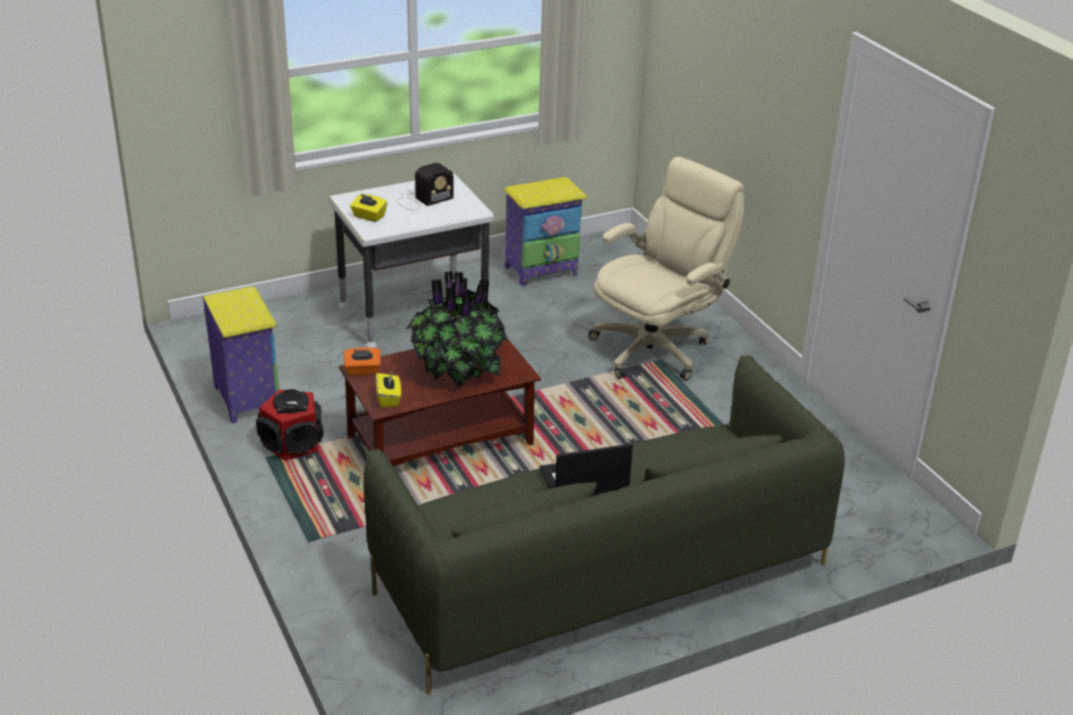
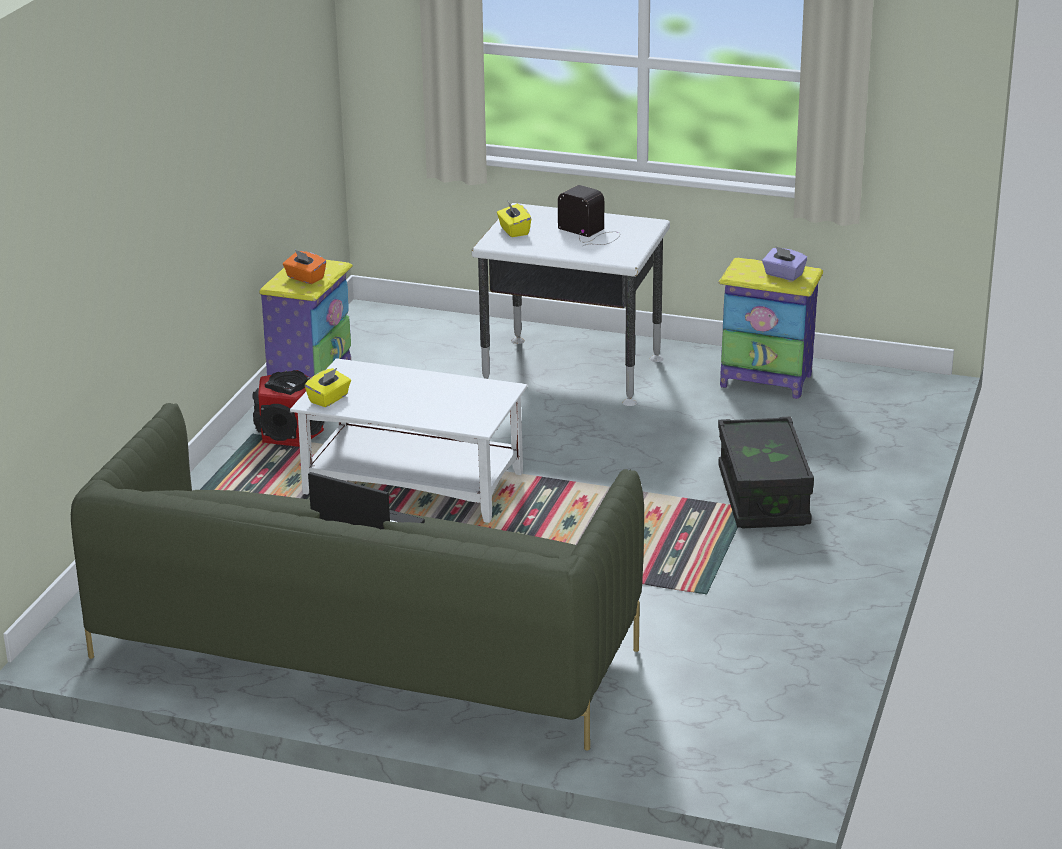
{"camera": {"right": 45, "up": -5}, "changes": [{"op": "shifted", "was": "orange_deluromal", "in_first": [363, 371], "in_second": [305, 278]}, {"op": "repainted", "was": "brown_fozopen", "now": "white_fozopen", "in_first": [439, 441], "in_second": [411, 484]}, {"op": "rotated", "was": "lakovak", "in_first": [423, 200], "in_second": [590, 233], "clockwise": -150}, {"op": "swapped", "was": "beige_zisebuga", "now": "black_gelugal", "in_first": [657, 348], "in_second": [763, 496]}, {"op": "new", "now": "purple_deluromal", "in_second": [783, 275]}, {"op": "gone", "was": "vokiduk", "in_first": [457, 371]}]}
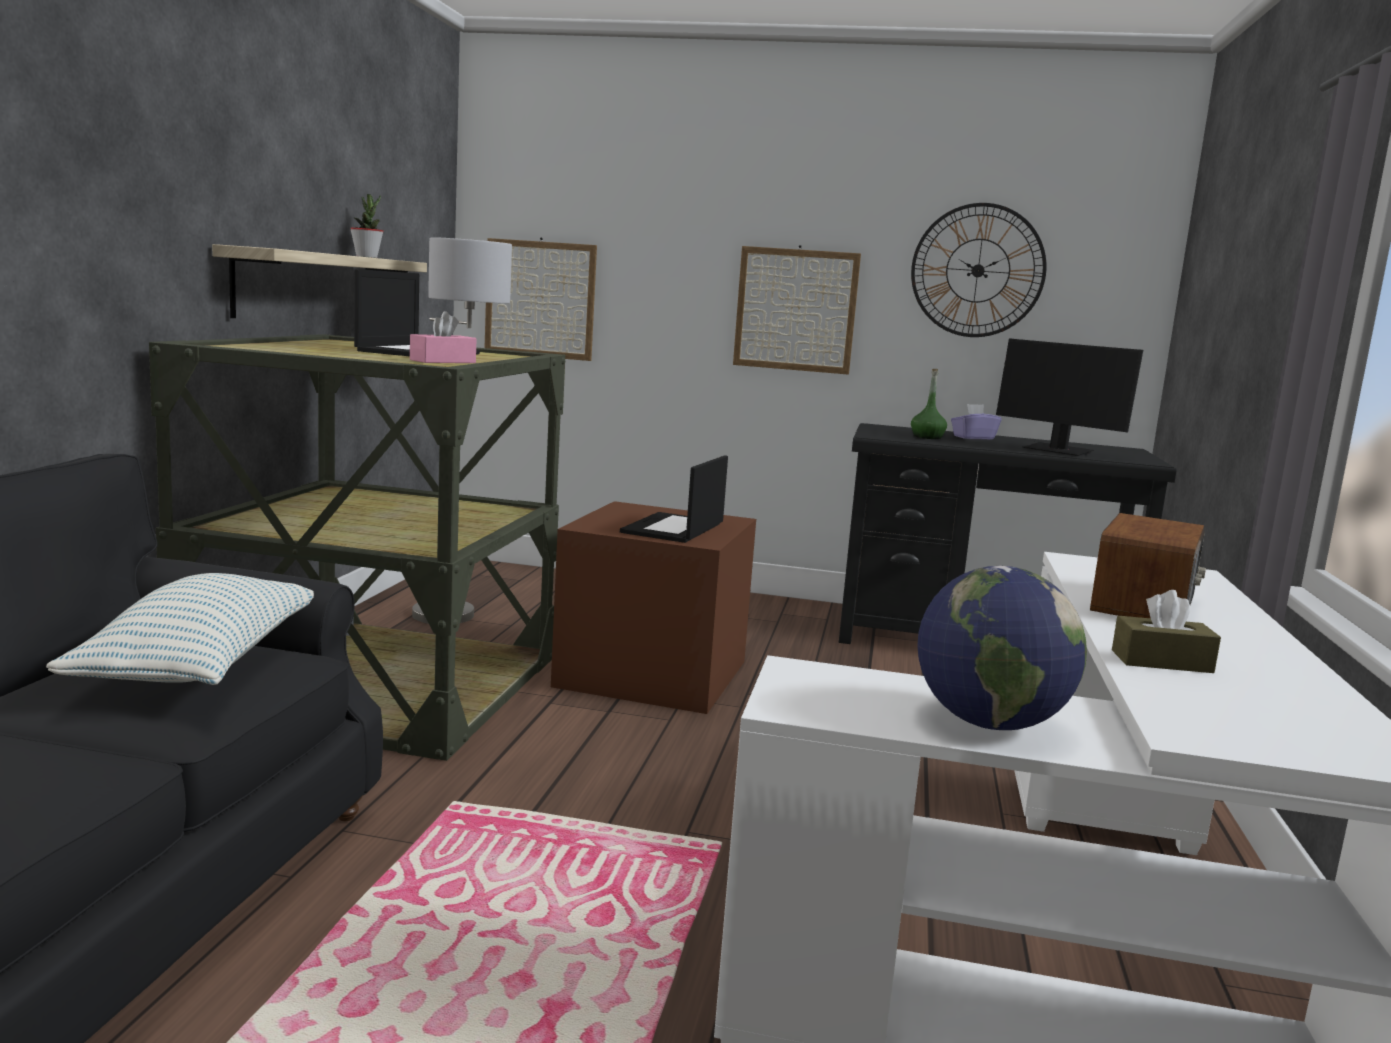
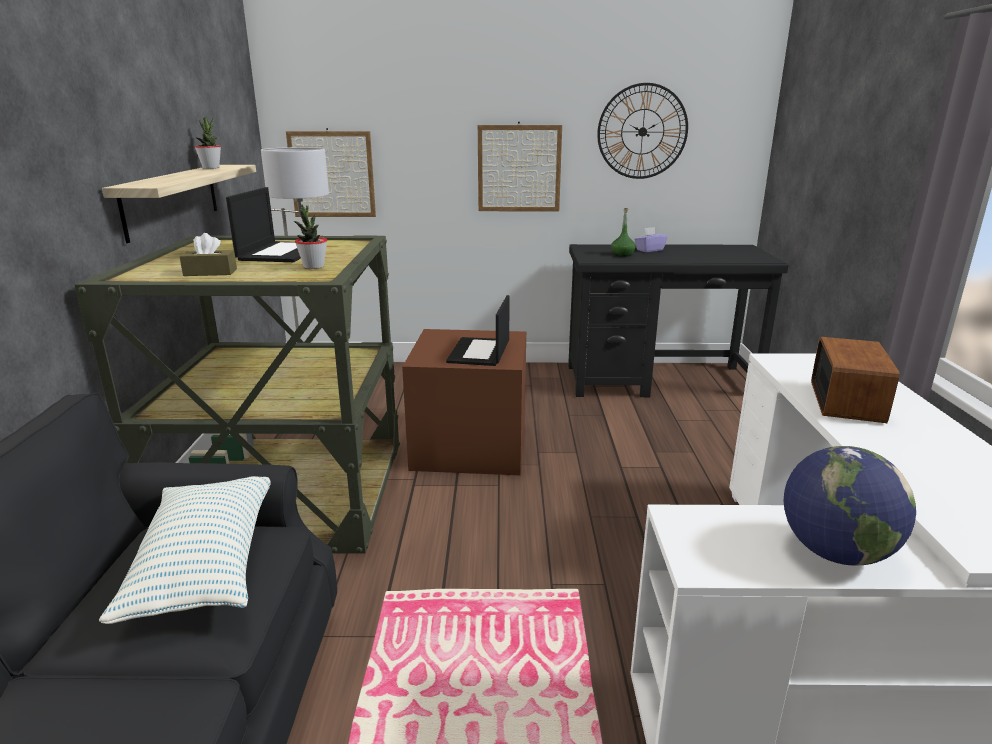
{"camera": {"right": -10, "up": 10}, "changes": [{"op": "shifted", "was": "brown_deluromal", "in_first": [1161, 661], "in_second": [210, 272]}, {"op": "swapped", "was": "pink_deluromal", "now": "vokiduk", "in_first": [443, 361], "in_second": [313, 266]}, {"op": "gone", "was": "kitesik", "in_first": [1058, 451]}]}
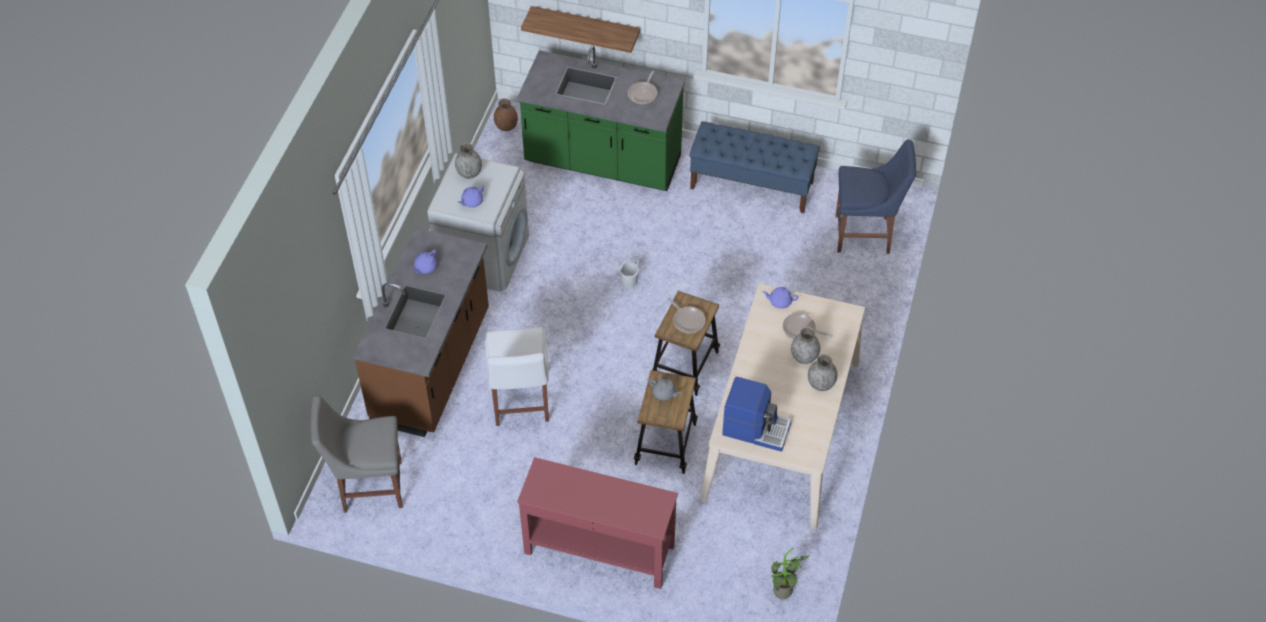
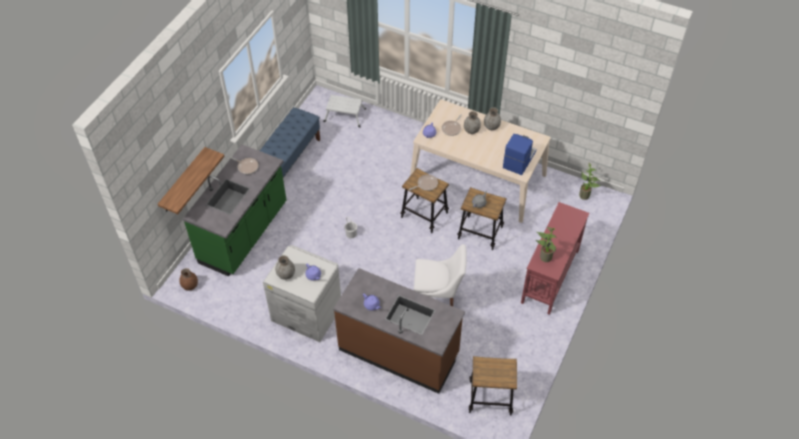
{"camera": {"right": -80, "up": 0}, "changes": [{"op": "swapped", "was": "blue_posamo", "now": "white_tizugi", "in_first": [866, 234], "in_second": [345, 115]}, {"op": "swapped", "was": "grey_posamo", "now": "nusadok", "in_first": [368, 486], "in_second": [490, 398]}, {"op": "new", "now": "vokiduk", "in_second": [543, 257]}]}
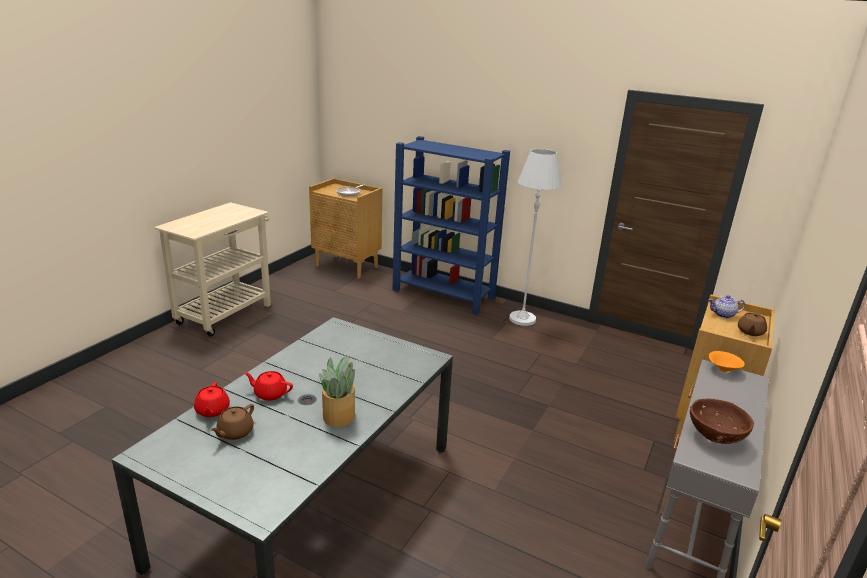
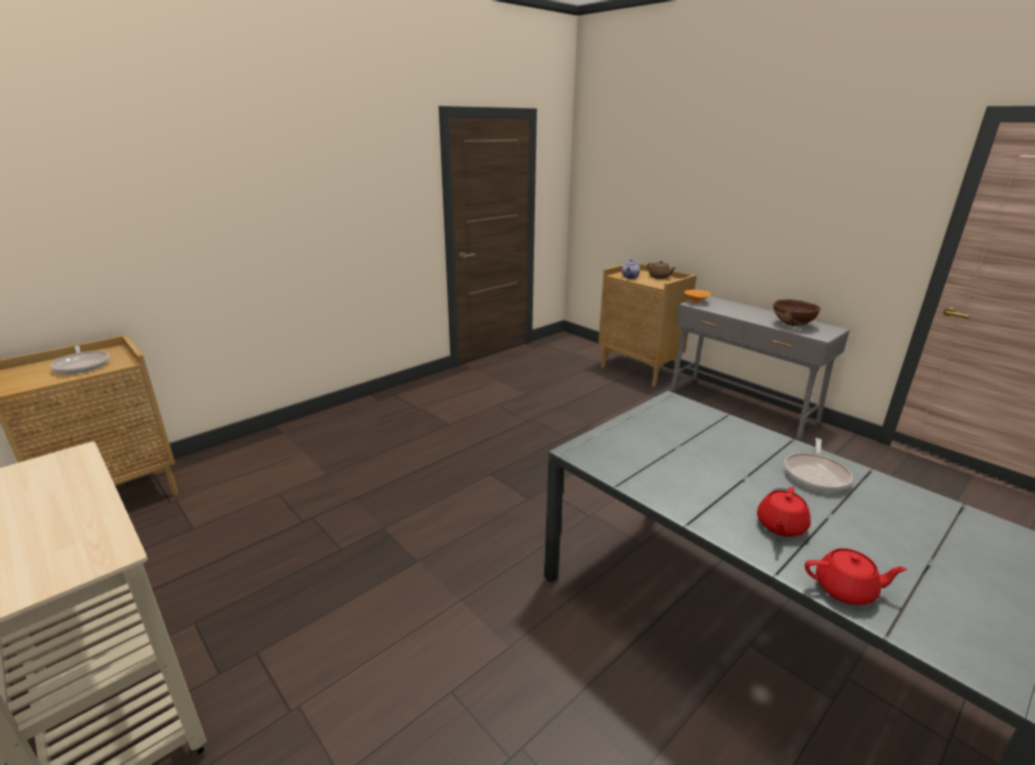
{"camera": {"right": -70, "up": 0}, "changes": [{"op": "swapped", "was": "vokiduk", "now": "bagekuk", "in_first": [339, 415], "in_second": [816, 474]}, {"op": "gone", "was": "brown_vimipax", "in_first": [234, 432]}, {"op": "gone", "was": "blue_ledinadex", "in_first": [443, 294]}, {"op": "gone", "was": "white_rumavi", "in_first": [522, 319]}]}
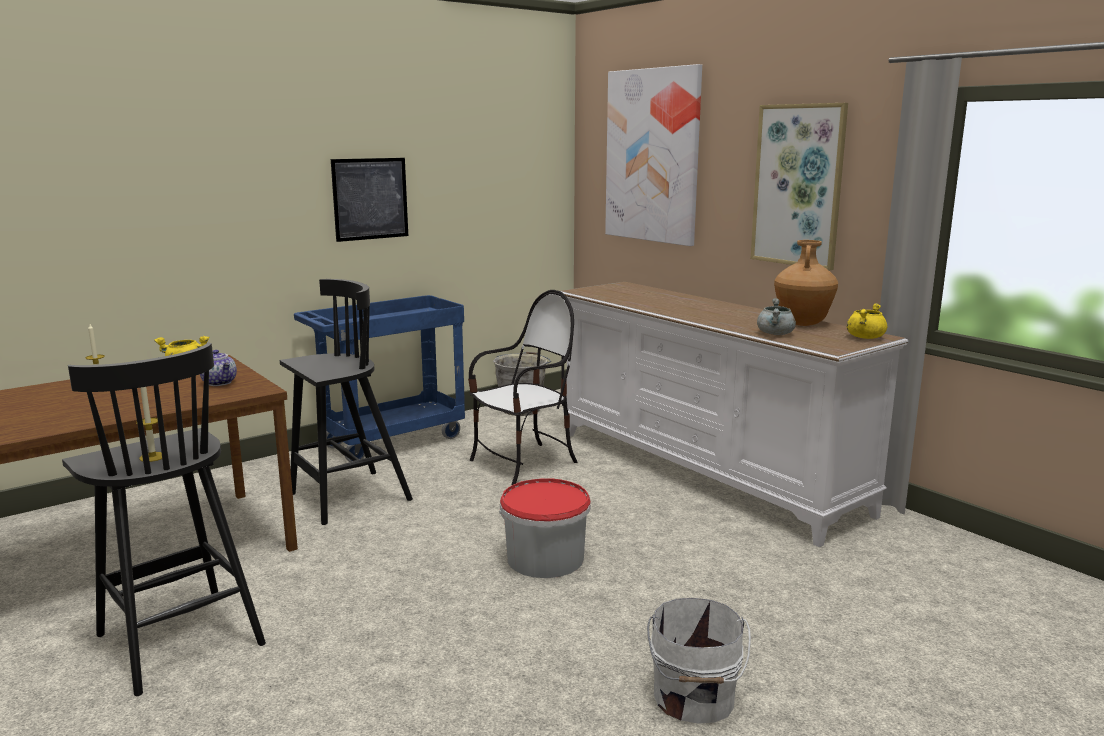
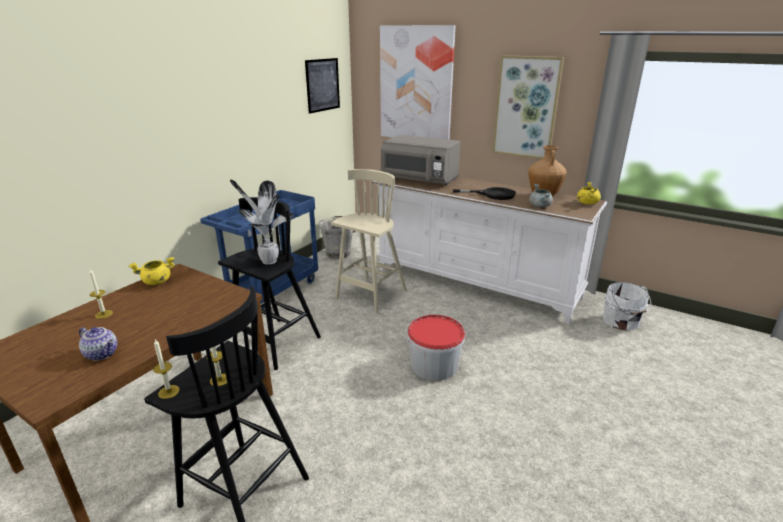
{"camera": {"right": -20, "up": 10}, "changes": [{"op": "shifted", "was": "vimipax", "in_first": [220, 382], "in_second": [102, 354]}, {"op": "new", "now": "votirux", "in_second": [168, 392]}, {"op": "new", "now": "vokiduk", "in_second": [267, 262]}, {"op": "shifted", "was": "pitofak", "in_first": [370, 199], "in_second": [322, 85]}, {"op": "swapped", "was": "posamo", "now": "beige_nusadok", "in_first": [524, 463], "in_second": [370, 295]}, {"op": "new", "now": "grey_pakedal", "in_second": [420, 180]}, {"op": "new", "now": "black_bagekuk", "in_second": [492, 194]}, {"op": "shifted", "was": "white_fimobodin", "in_first": [693, 699], "in_second": [621, 322]}]}
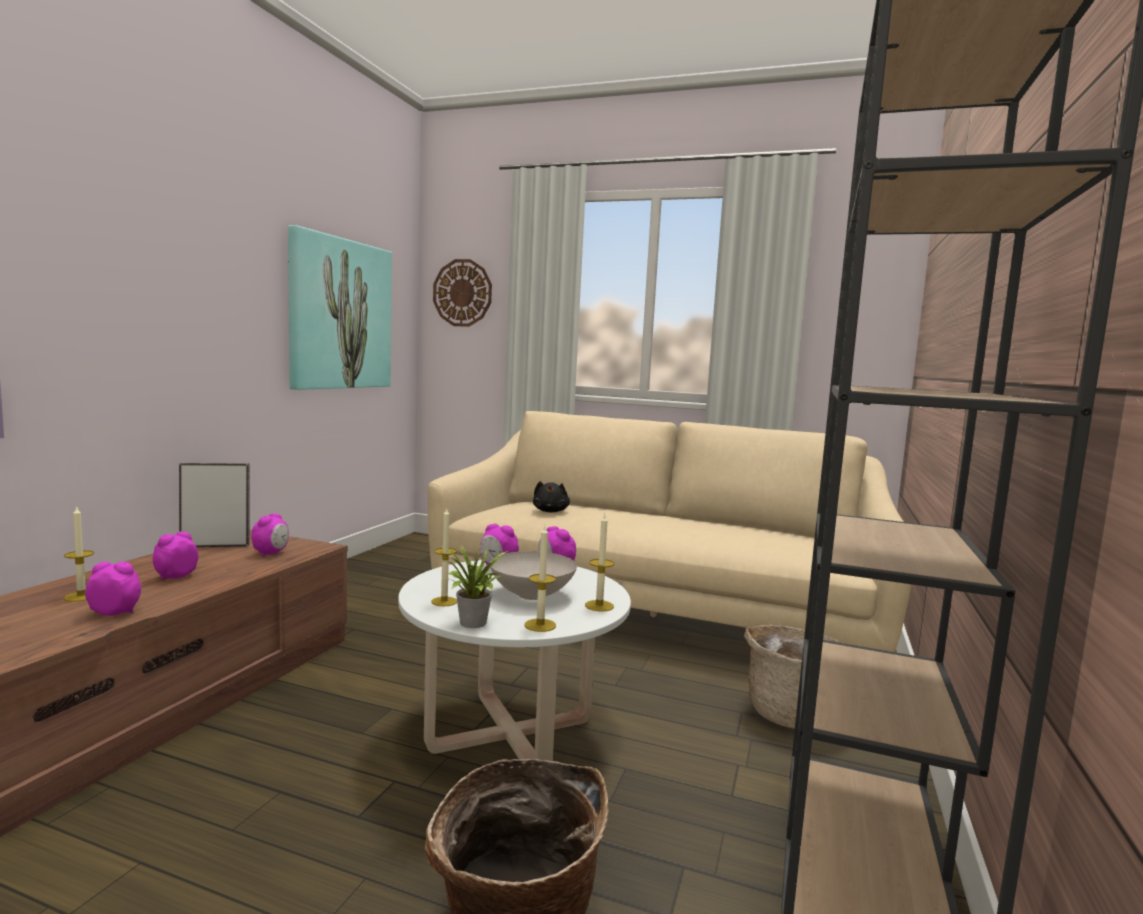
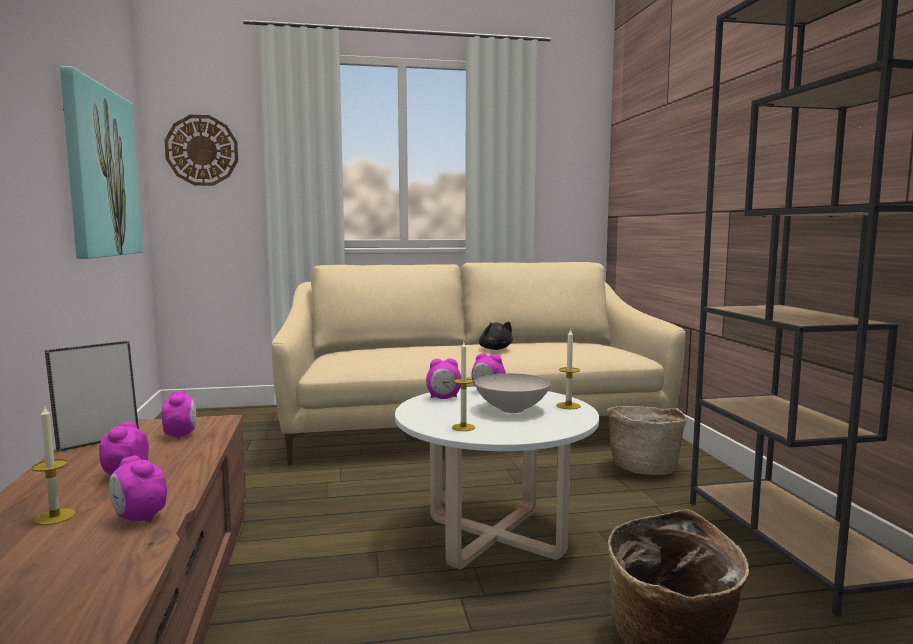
{"camera": {"right": -30, "up": 0}, "changes": [{"op": "rotated", "was": "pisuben", "in_first": [115, 612], "in_second": [139, 518], "clockwise": -105}, {"op": "shifted", "was": "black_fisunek", "in_first": [551, 511], "in_second": [495, 349]}, {"op": "gone", "was": "vokiduk", "in_first": [471, 624]}, {"op": "gone", "was": "votirux", "in_first": [540, 625]}]}
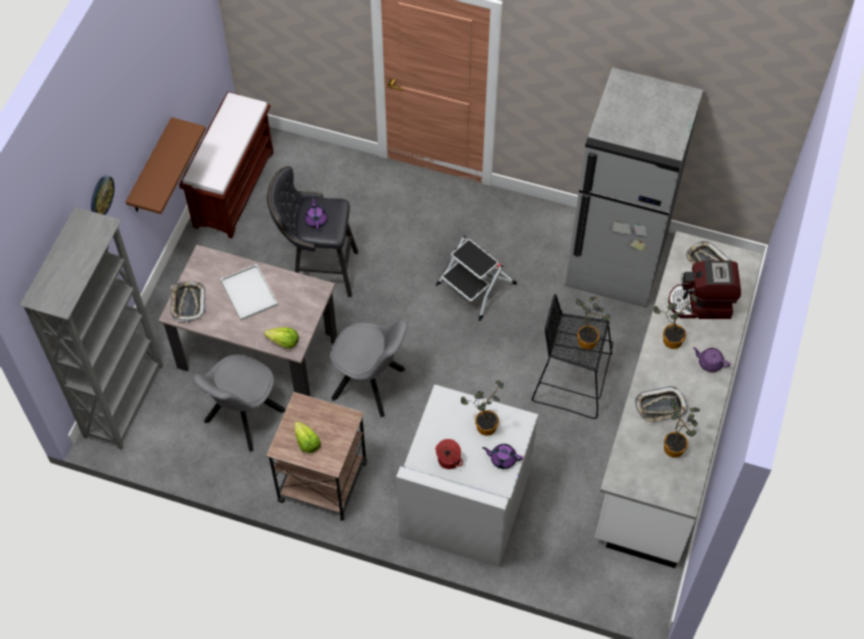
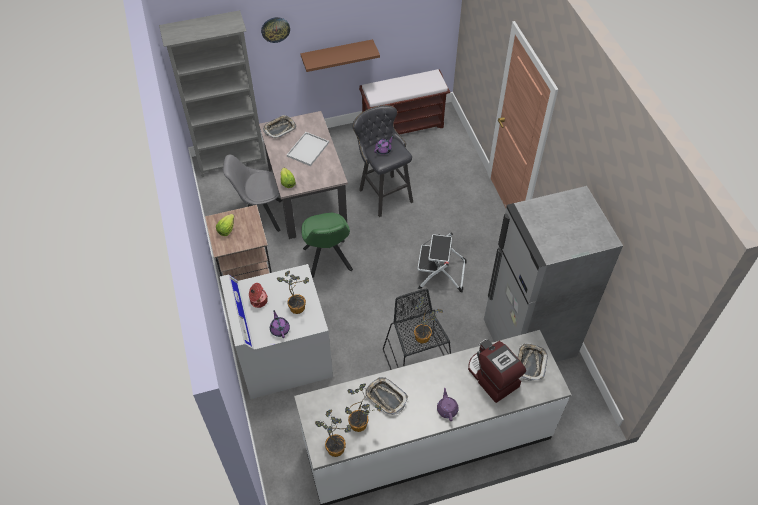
{"camera": {"right": 55, "up": -5}, "changes": [{"op": "repainted", "was": "grey_posamo", "now": "green_posamo", "in_first": [370, 384], "in_second": [327, 260]}, {"op": "shifted", "was": "vokiduk", "in_first": [669, 339], "in_second": [335, 446]}]}
